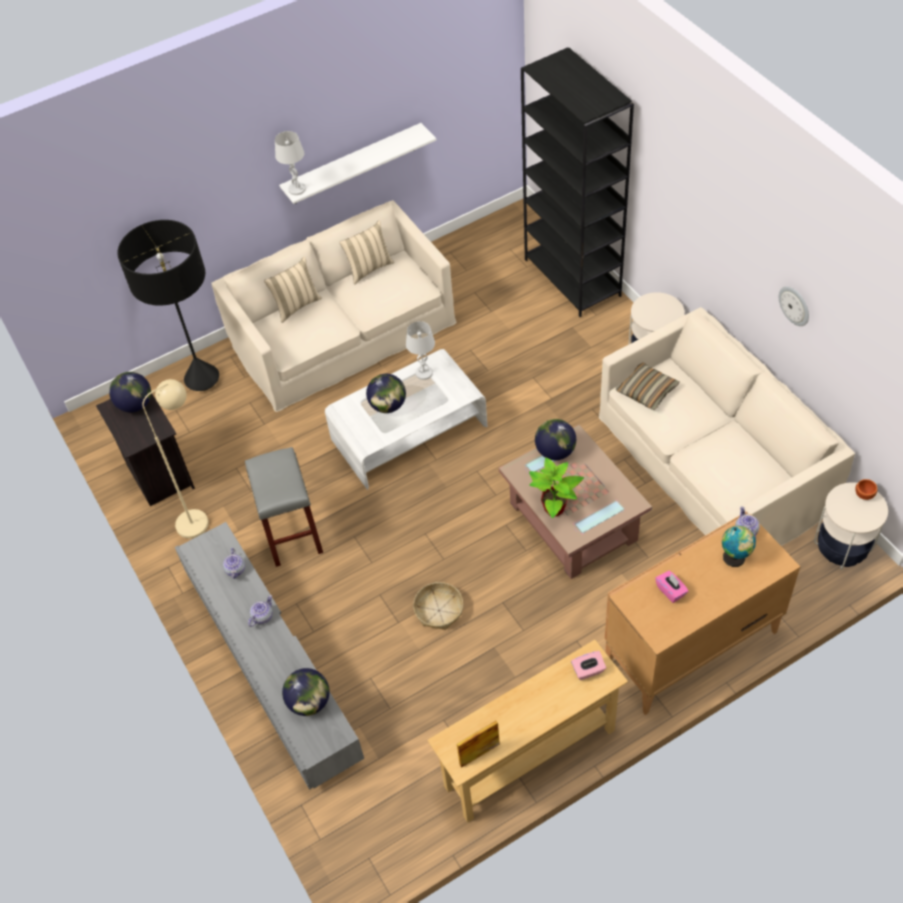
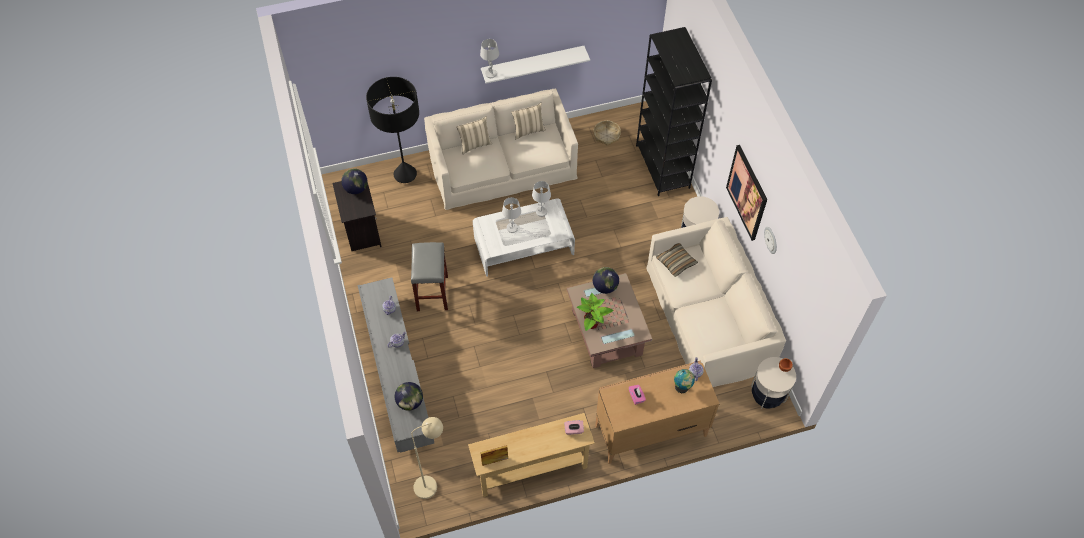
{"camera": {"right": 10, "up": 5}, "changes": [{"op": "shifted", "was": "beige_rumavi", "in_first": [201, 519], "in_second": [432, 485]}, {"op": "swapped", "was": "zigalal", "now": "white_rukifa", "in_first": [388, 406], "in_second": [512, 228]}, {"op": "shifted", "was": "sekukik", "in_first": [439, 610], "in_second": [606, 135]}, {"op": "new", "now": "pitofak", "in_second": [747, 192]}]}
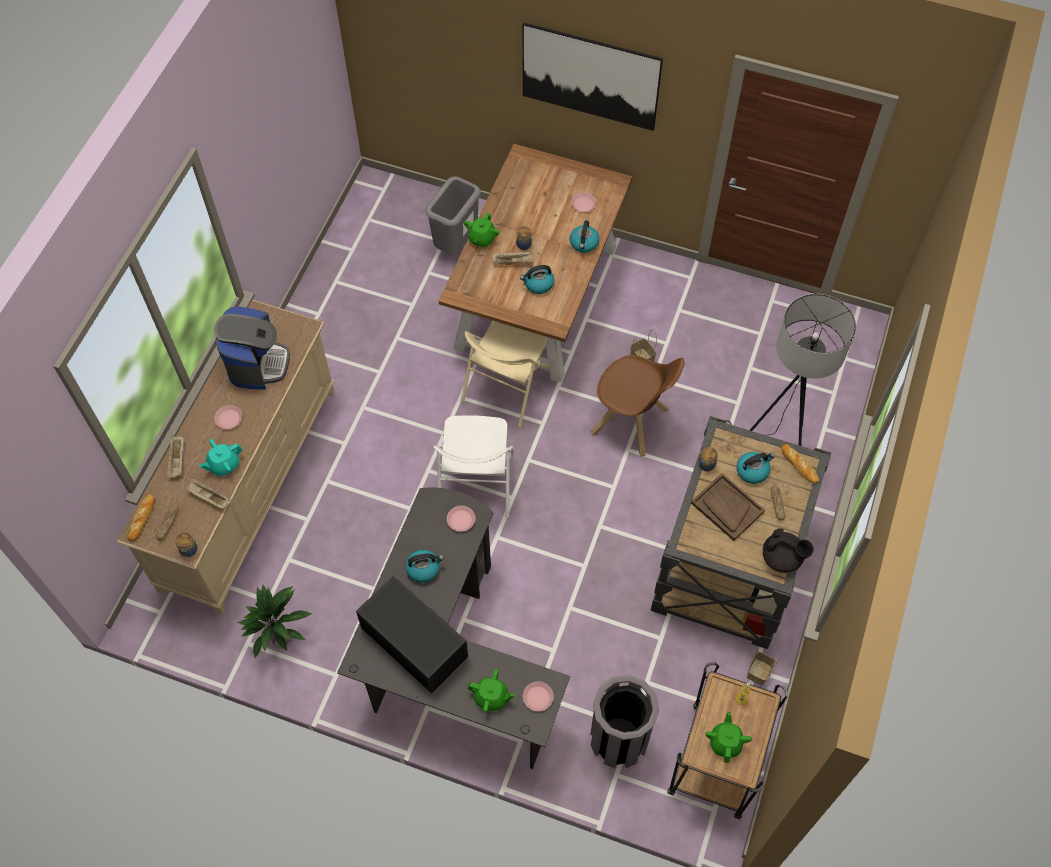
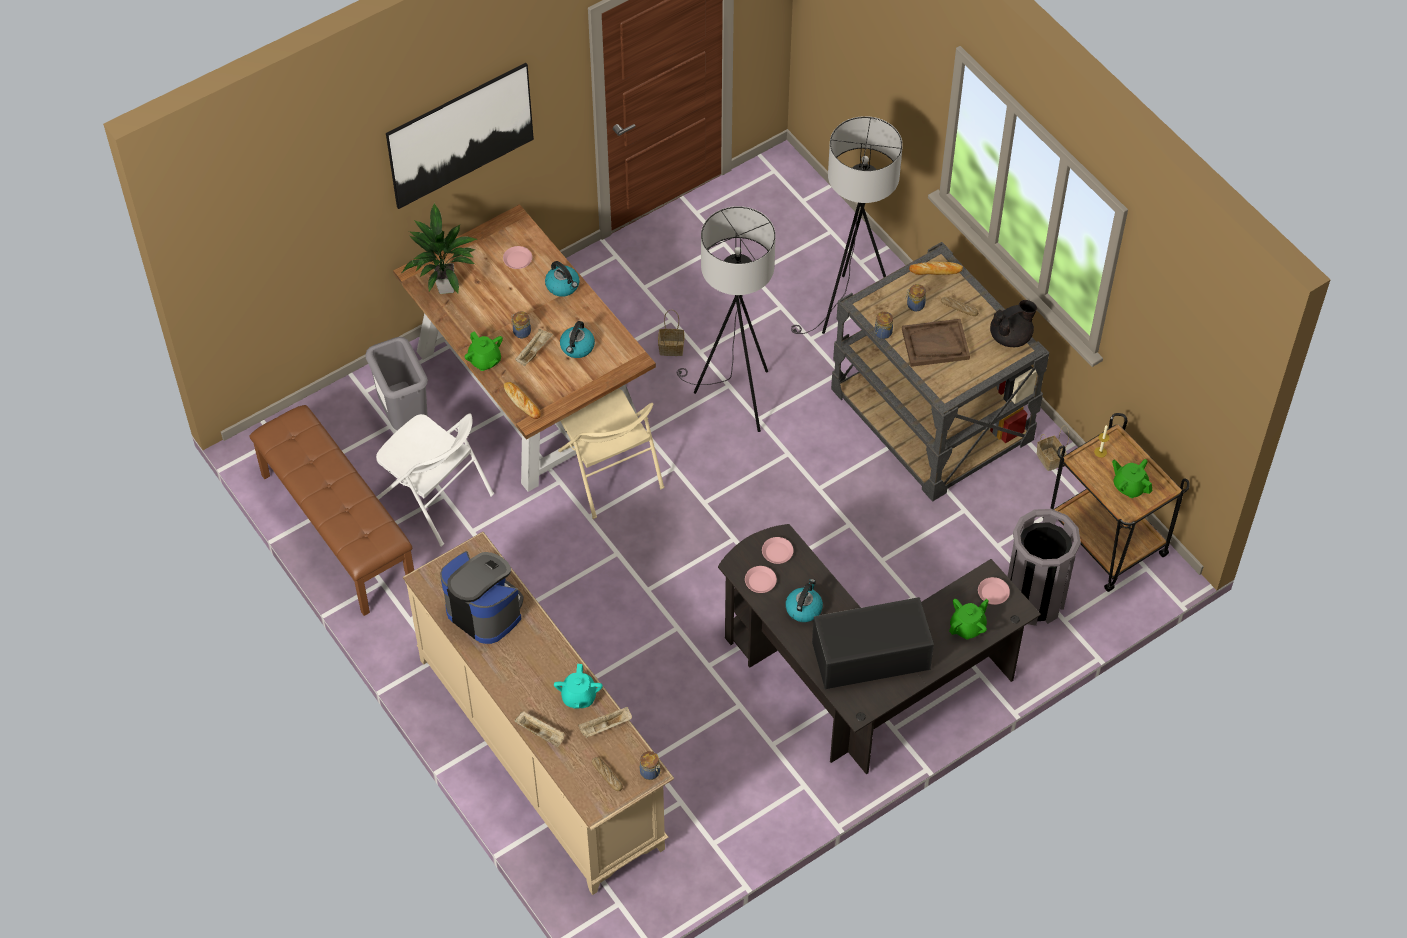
{"camera": {"right": -55, "up": -5}, "changes": [{"op": "new", "now": "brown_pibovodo", "in_second": [336, 530]}, {"op": "shifted", "was": "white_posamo", "in_first": [476, 480], "in_second": [434, 497]}, {"op": "shifted", "was": "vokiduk", "in_first": [280, 639], "in_second": [446, 286]}, {"op": "shifted", "was": "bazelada", "in_first": [142, 519], "in_second": [522, 402]}, {"op": "swapped", "was": "brown_posamo", "now": "grey_rumavi", "in_first": [632, 422], "in_second": [733, 398]}, {"op": "shifted", "was": "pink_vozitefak", "in_first": [229, 418], "in_second": [760, 581]}, {"op": "swapped", "was": "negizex", "now": "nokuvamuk", "in_first": [752, 470], "in_second": [914, 305]}]}
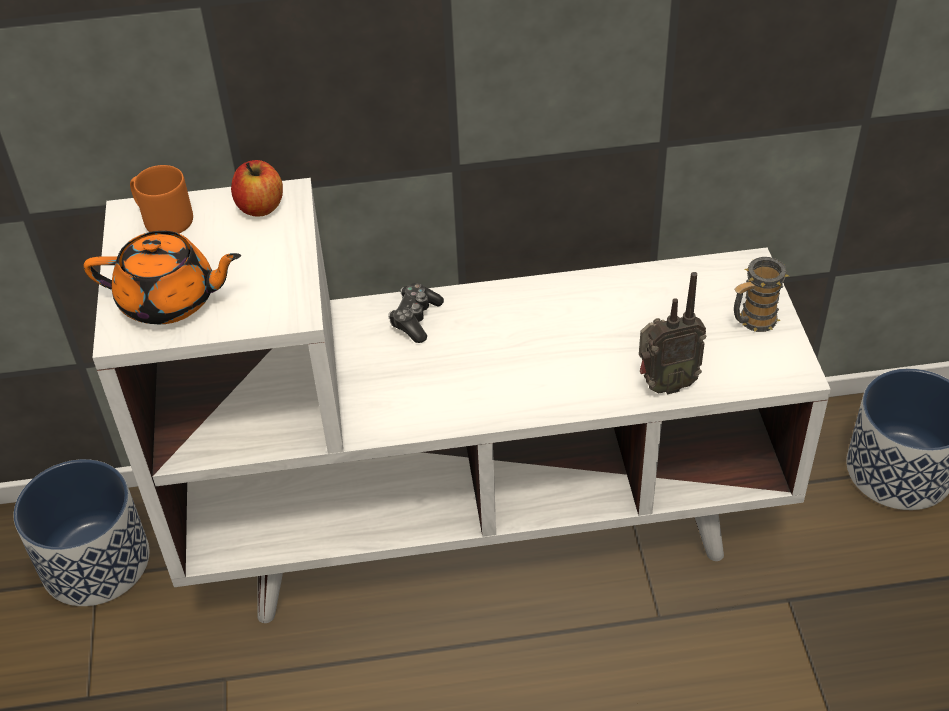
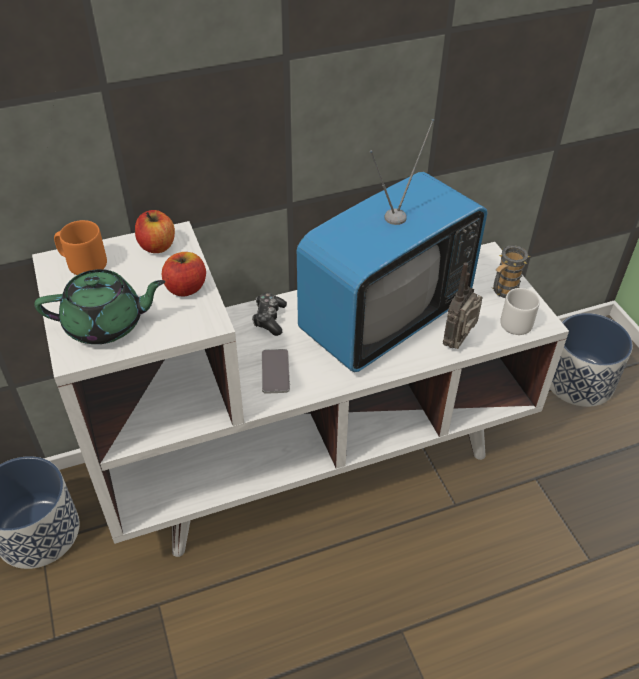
{"camera": {"right": -15, "up": 0}, "changes": [{"op": "repainted", "was": "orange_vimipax", "now": "green_vimipax", "in_first": [170, 300], "in_second": [106, 324]}, {"op": "new", "now": "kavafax", "in_second": [186, 288]}, {"op": "new", "now": "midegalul", "in_second": [275, 372]}, {"op": "new", "now": "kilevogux", "in_second": [385, 318]}, {"op": "rotated", "was": "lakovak", "in_first": [665, 384], "in_second": [459, 342], "clockwise": 150}, {"op": "new", "now": "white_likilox", "in_second": [517, 321]}]}
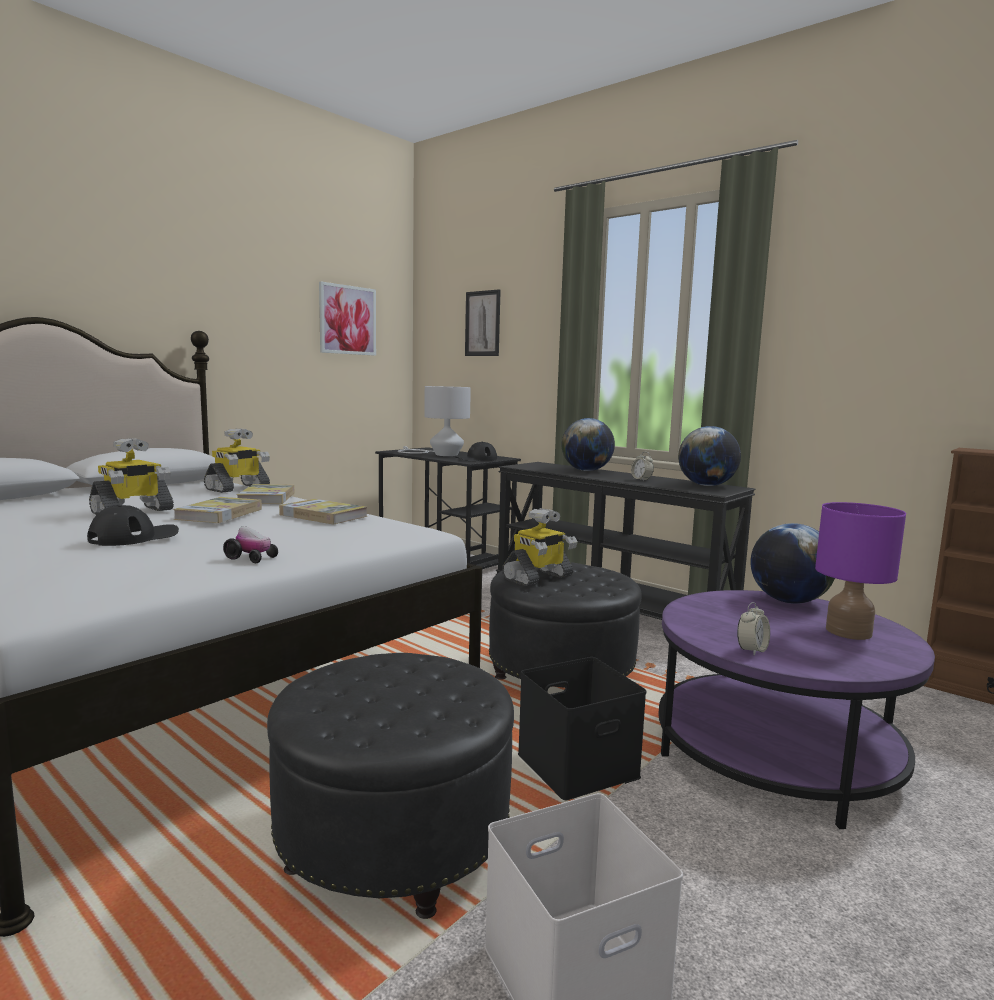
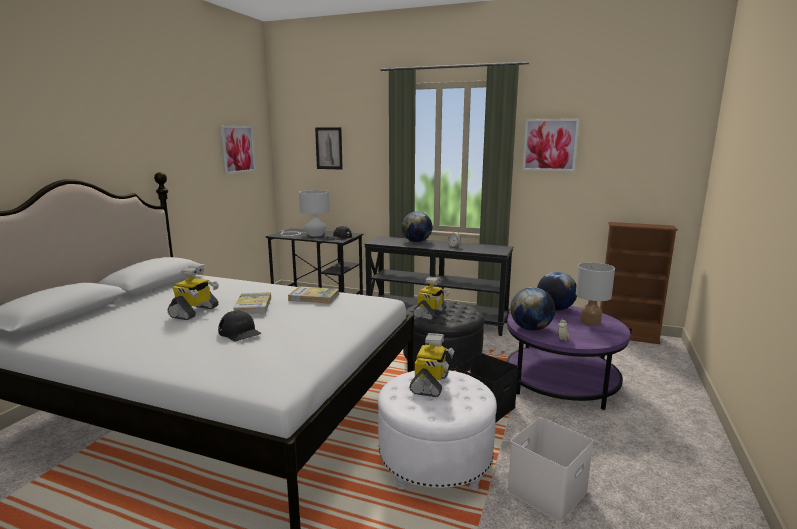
{"camera": {"right": -20, "up": 5}, "changes": [{"op": "rotated", "was": "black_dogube", "in_first": [134, 537], "in_second": [240, 332], "clockwise": 120}, {"op": "repainted", "was": "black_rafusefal", "now": "white_rafusefal", "in_first": [394, 843], "in_second": [435, 463]}, {"op": "shifted", "was": "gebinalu", "in_first": [238, 488], "in_second": [430, 384]}, {"op": "shifted", "was": "zigalal", "in_first": [707, 485], "in_second": [531, 328]}, {"op": "new", "now": "pitofak", "in_second": [550, 145]}, {"op": "repainted", "was": "purple_rukifa", "now": "grey_rukifa", "in_first": [848, 632], "in_second": [590, 322]}, {"op": "gone", "was": "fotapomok", "in_first": [252, 558]}, {"op": "gone", "was": "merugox", "in_first": [267, 498]}]}
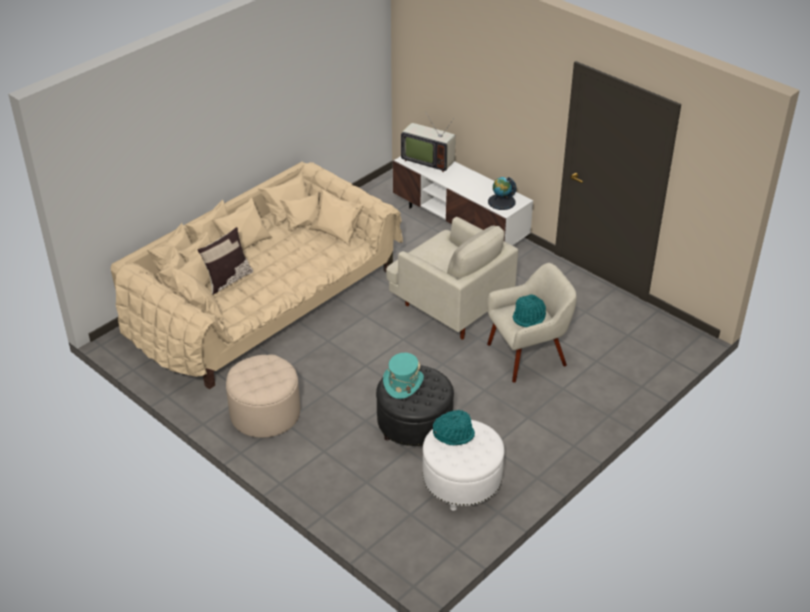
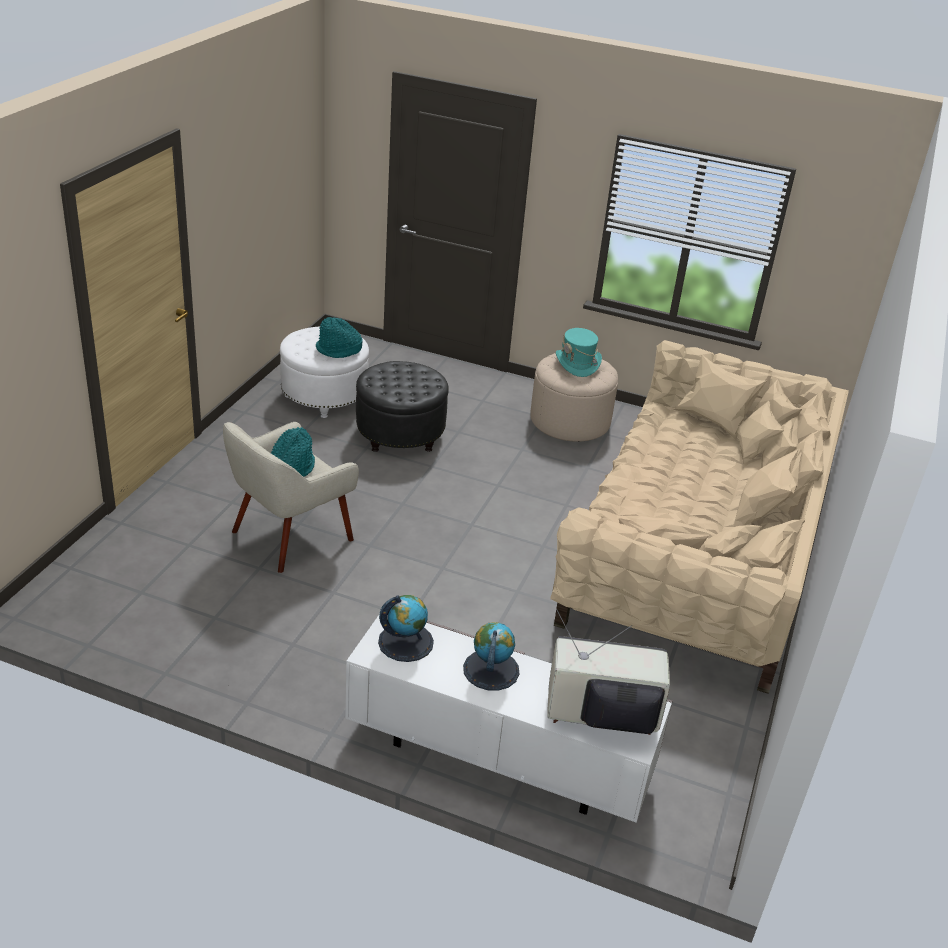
{"camera": {"right": 155, "up": -5}, "changes": [{"op": "new", "now": "zigalal", "in_second": [491, 670]}, {"op": "shifted", "was": "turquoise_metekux", "in_first": [403, 383], "in_second": [577, 364]}, {"op": "gone", "was": "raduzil", "in_first": [228, 280]}, {"op": "gone", "was": "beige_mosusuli", "in_first": [450, 307]}]}
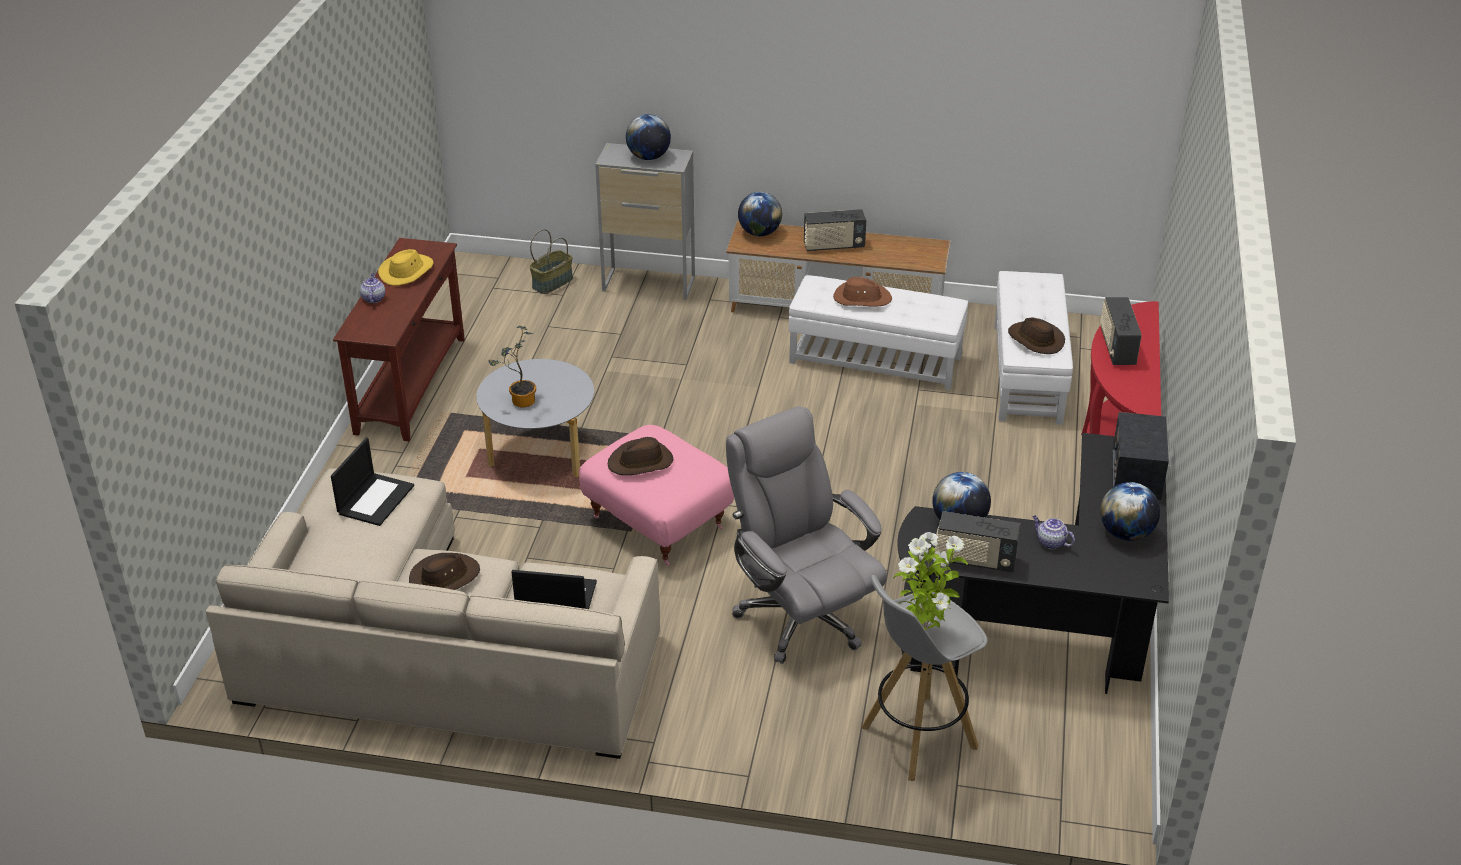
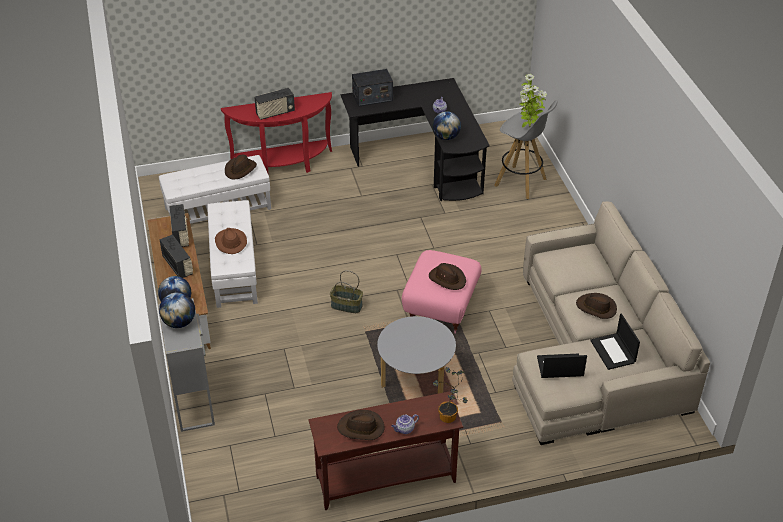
{"camera": {"right": -115, "up": 5}, "changes": [{"op": "shifted", "was": "lakovak", "in_first": [974, 560], "in_second": [181, 235]}, {"op": "shifted", "was": "sekukik", "in_first": [552, 282], "in_second": [346, 306]}, {"op": "repainted", "was": "yellow_metekux", "now": "brown_metekux", "in_first": [406, 271], "in_second": [361, 428]}, {"op": "shifted", "was": "vokiduk", "in_first": [519, 401], "in_second": [449, 418]}, {"op": "shifted", "was": "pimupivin", "in_first": [555, 597], "in_second": [613, 352]}, {"op": "gone", "was": "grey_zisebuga", "in_first": [802, 617]}, {"op": "gone", "was": "zigalal", "in_first": [1126, 533]}]}
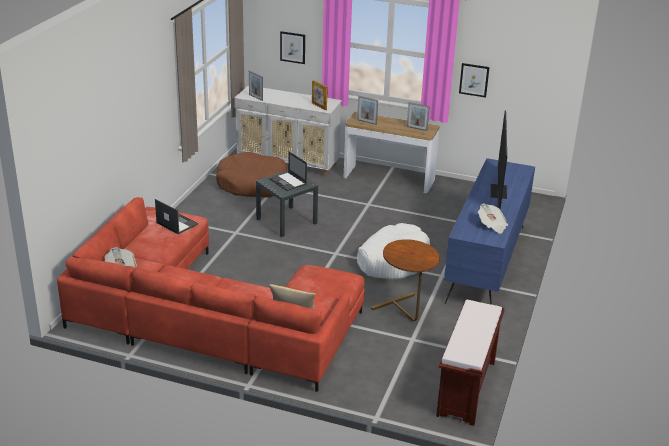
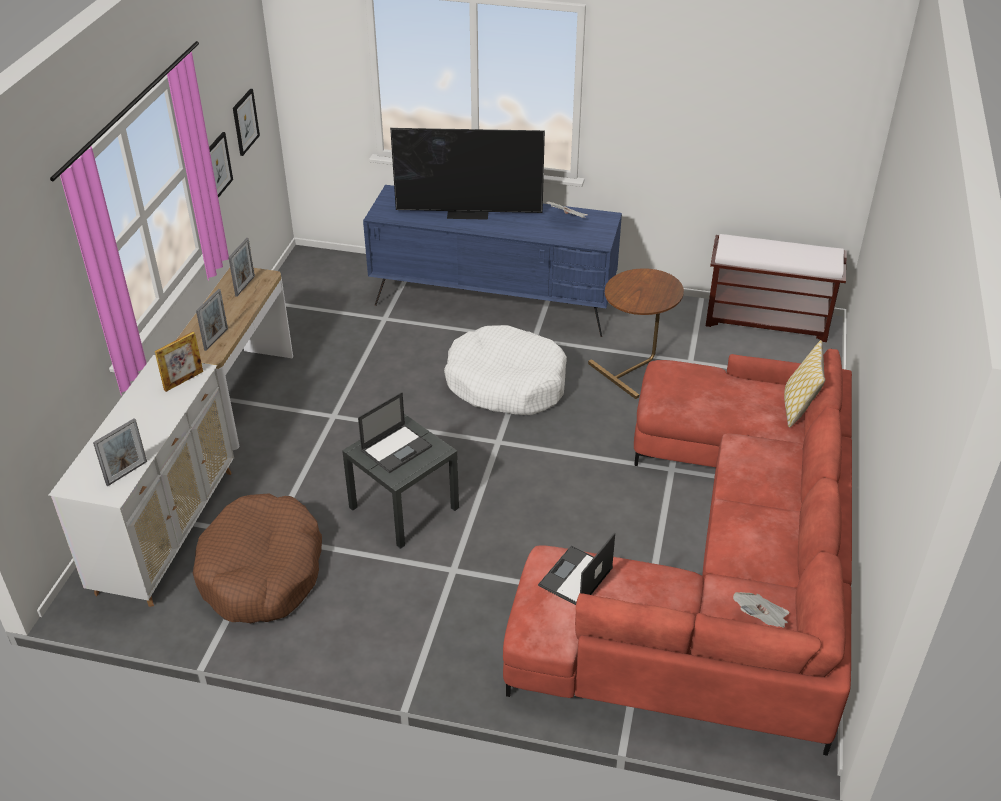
{"camera": {"right": -95, "up": 10}, "changes": [{"op": "shifted", "was": "pitofak", "in_first": [292, 47], "in_second": [245, 122]}]}
